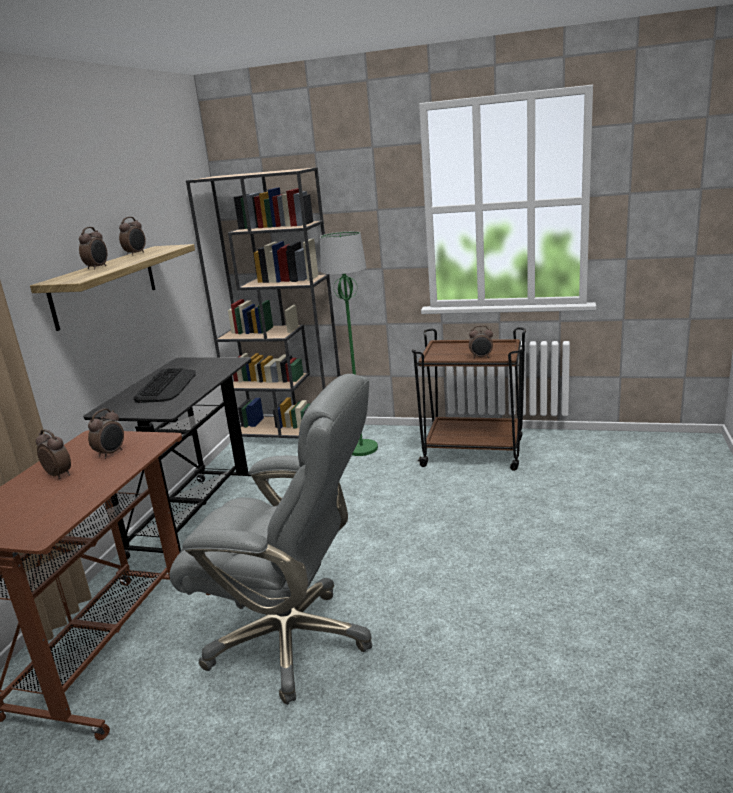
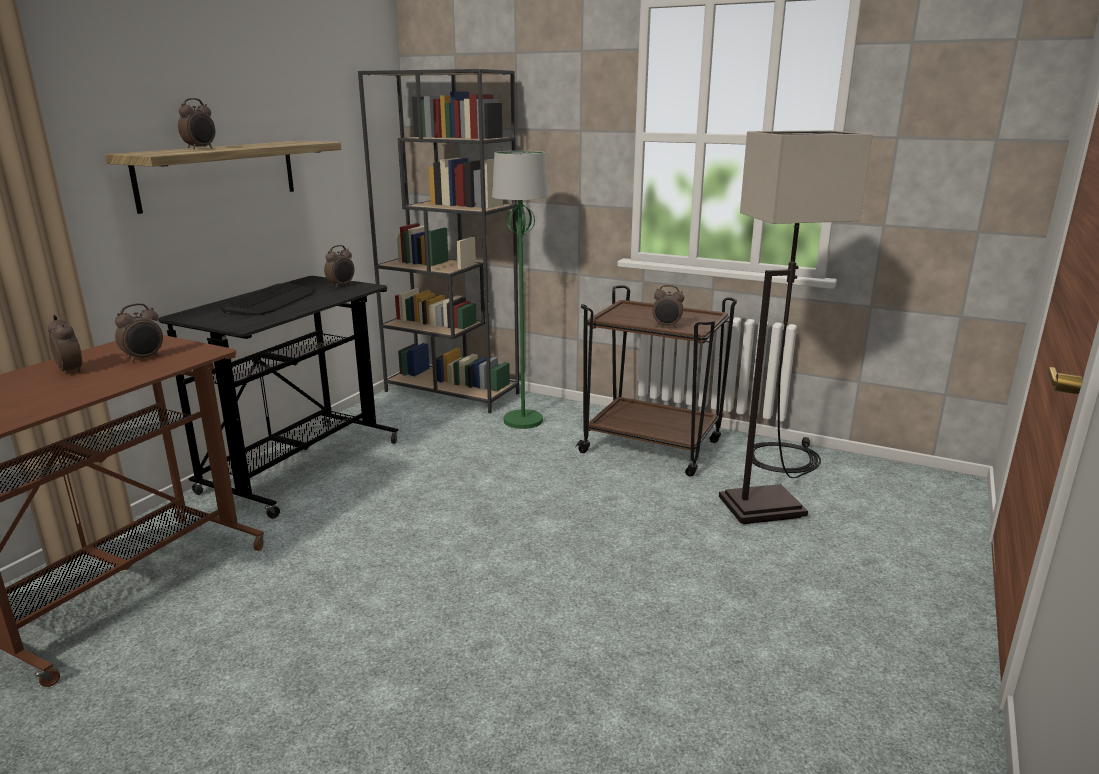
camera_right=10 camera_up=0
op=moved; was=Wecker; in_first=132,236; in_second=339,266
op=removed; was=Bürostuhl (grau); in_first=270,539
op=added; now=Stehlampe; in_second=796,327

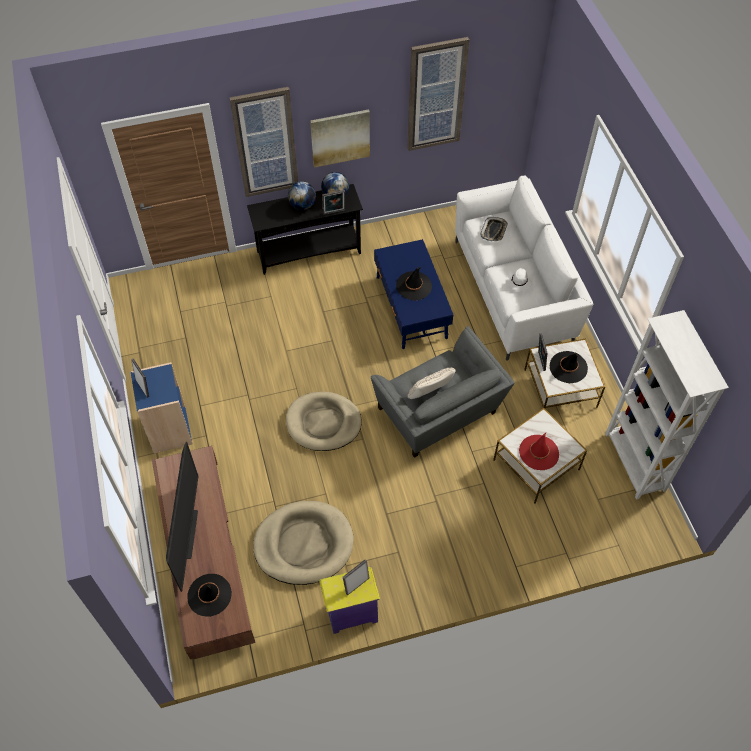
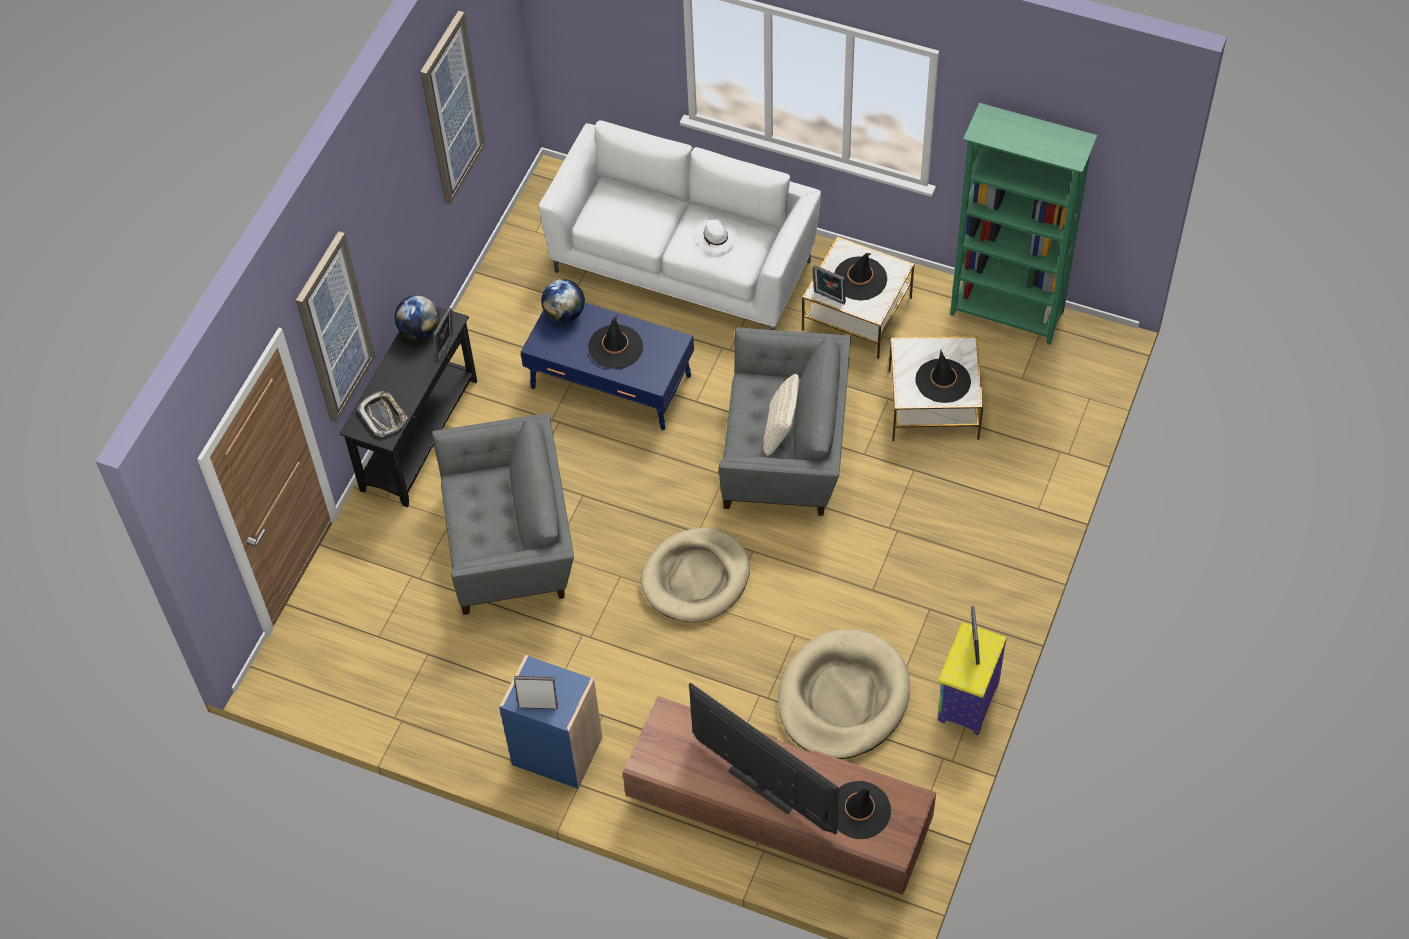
camera_right=-50 camera_up=0
op=moved; was=Globus; in_first=302,195; in_second=563,301
op=removed; was=Bild; in_first=340,138
op=moved; was=Tablett; in_first=494,229; in_second=383,414
op=recoloured; was=Hut (rot); now=Hut (schwarz); in_first=539,451; in_second=943,376
op=recoloured; was=Bücherregal (weiß); now=Bücherregal (grün); in_first=667,405; in_second=1024,224
op=added; now=Sessel (grau); in_second=503,514

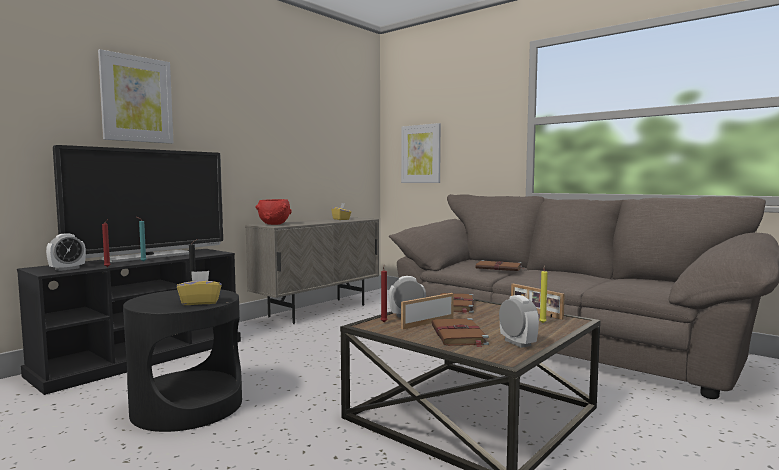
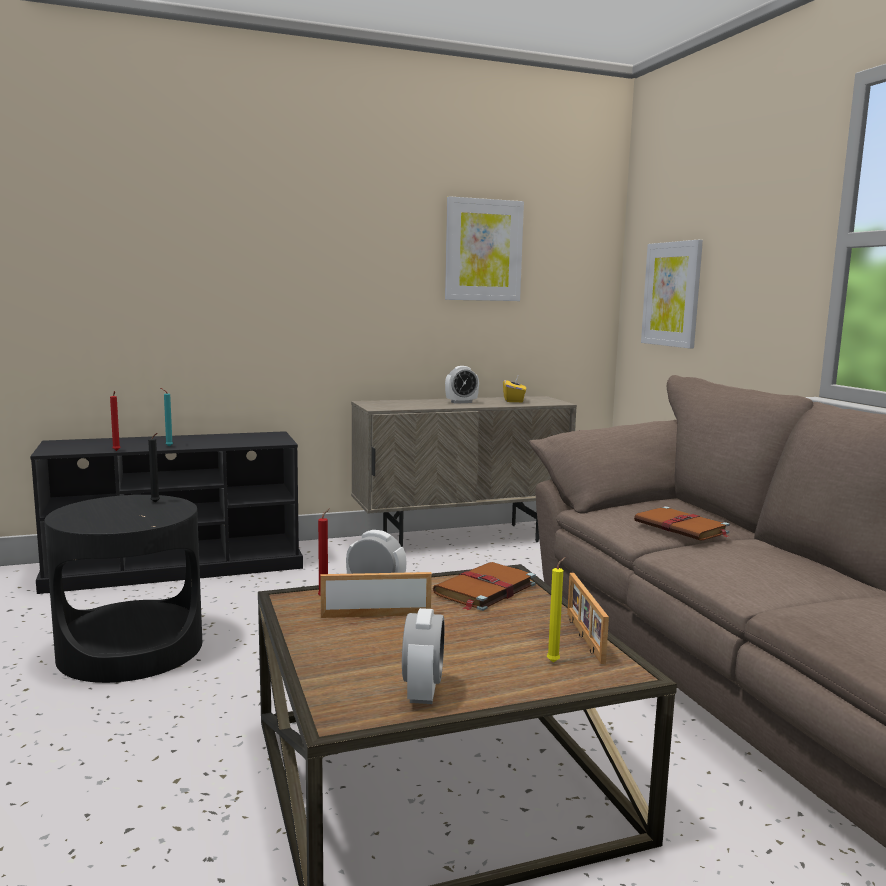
camera_right=30 camera_up=5
op=moved; was=Wecker; in_first=66,252; in_second=462,385
op=removed; was=Fernseher; in_first=138,204
op=moved; was=Bild; in_first=135,96; in_second=484,248
op=removed; was=Taschentuchbox (gelb); in_first=199,288
op=removed; was=Schüssel (rot); in_first=274,212
op=removed; was=Buch (braun); in_first=460,332

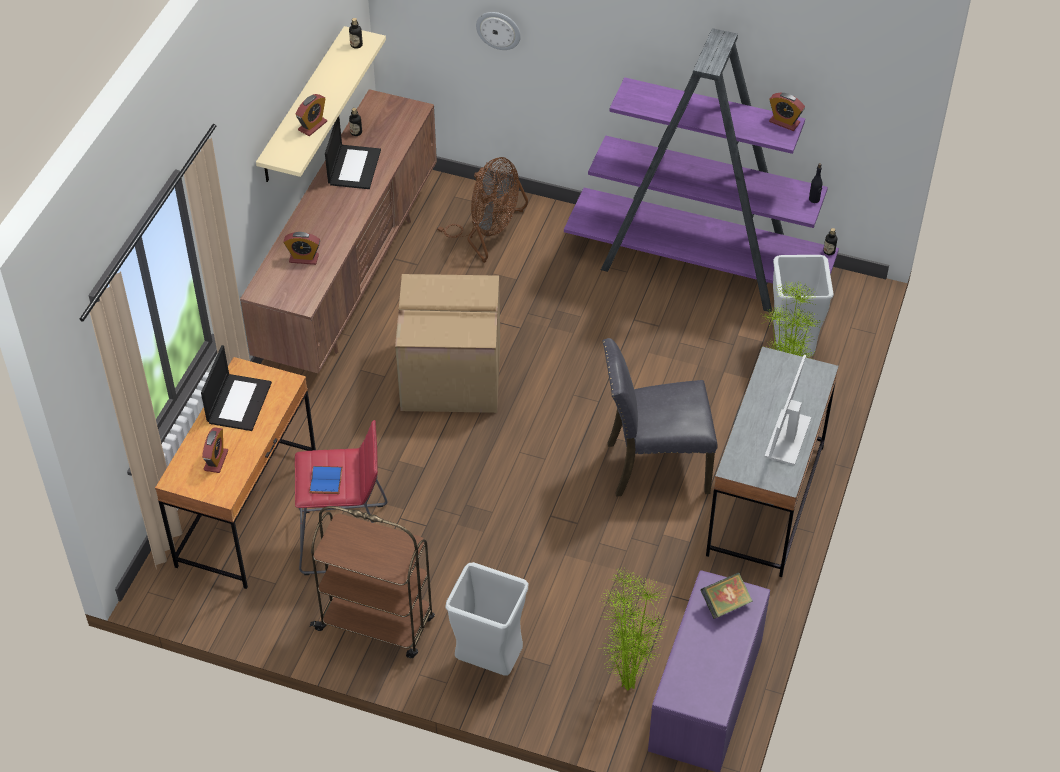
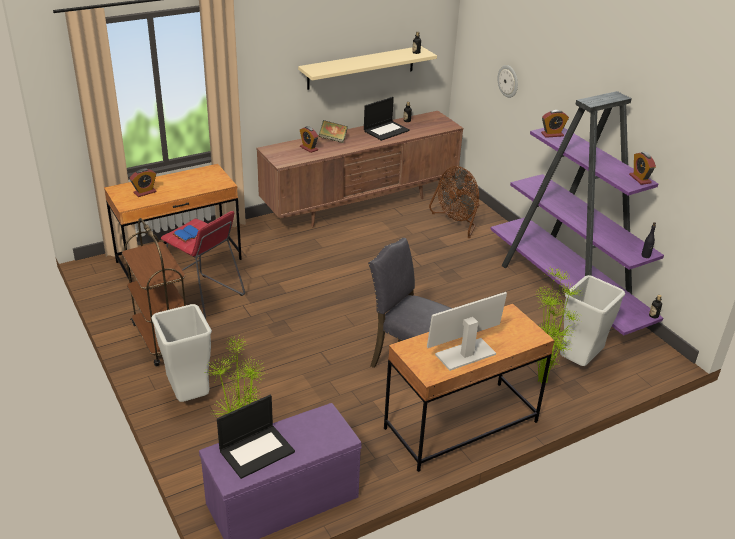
camera_right=40 camera_up=-15
op=moved; was=Laptop; in_first=236,388; in_second=256,437
op=moved; was=Wecker; in_first=311,115; in_second=555,124
op=removed; was=Karton; in_first=447,343
op=turned; was=Ventilator (braun); in_first=482,210; in_second=454,202; clockwise=75
op=moved; was=Buch; in_first=726,596; in_second=333,131
op=recoloured; was=Schreibtisch (grau); now=Schreibtisch (braun); in_first=772,462; in_second=469,388

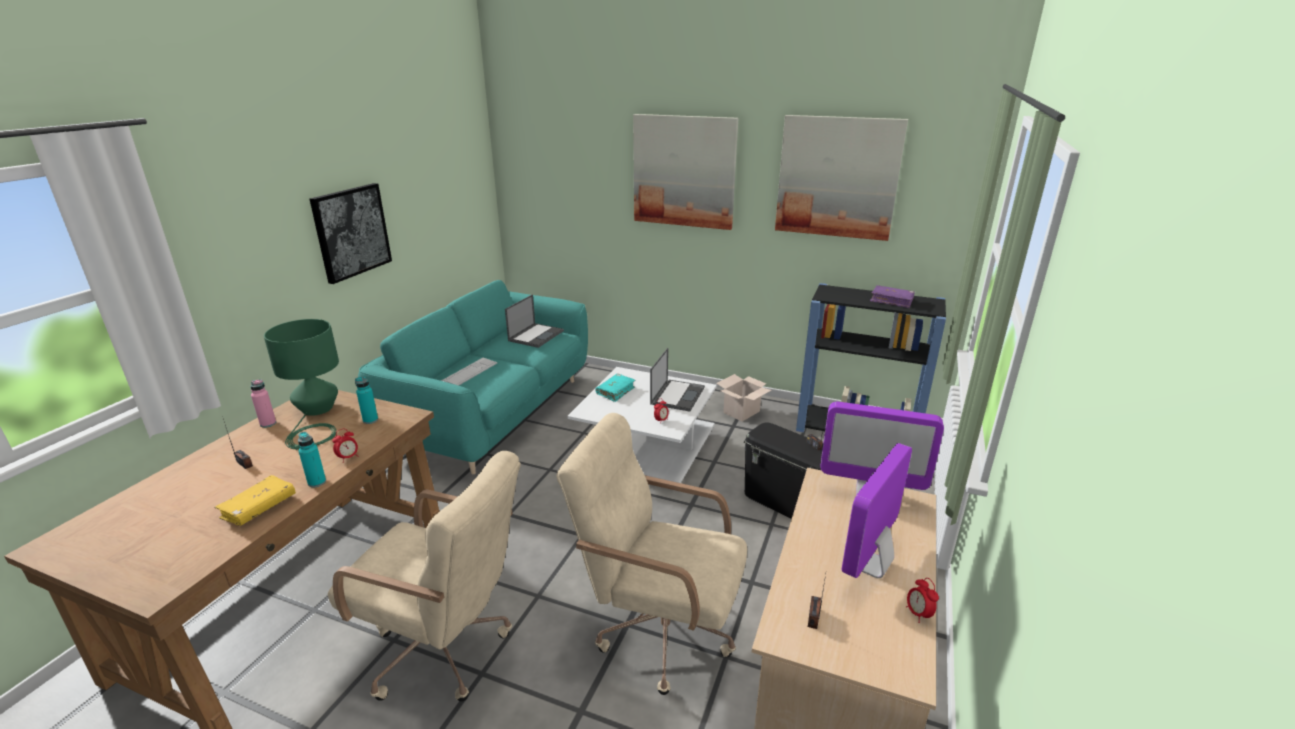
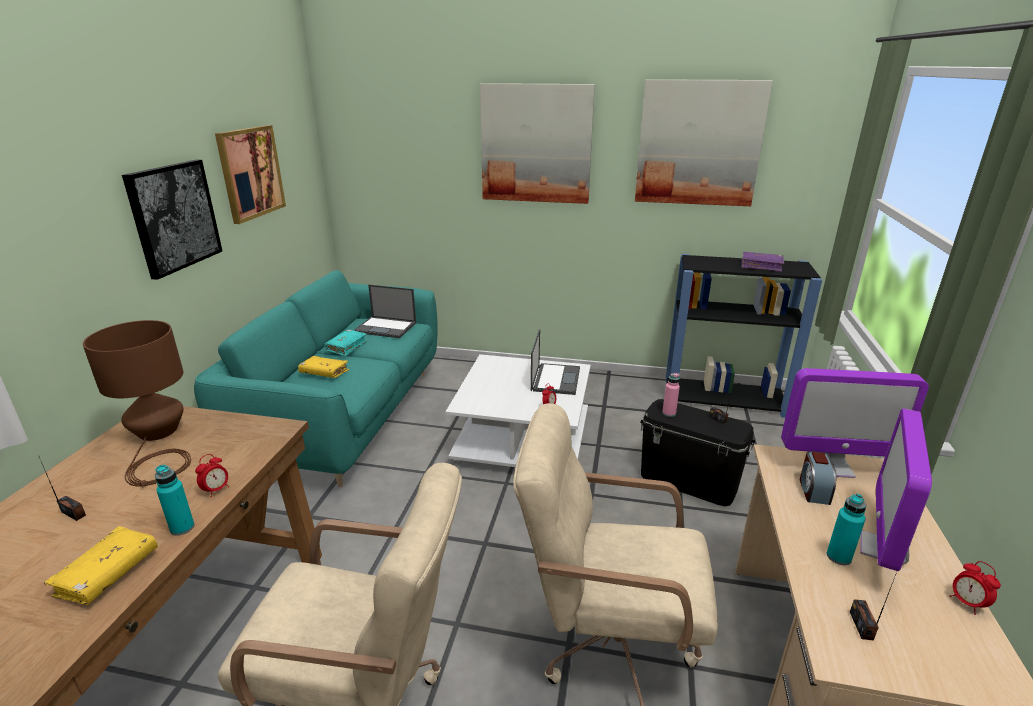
camera_right=-10 camera_up=0
op=moved; was=Flasche (rosa); in_first=263,404; in_second=671,395
op=recoloured; was=Tischlampe (grün); now=Tischlampe (braun); in_first=301,384; in_second=137,404
op=moved; was=Flasche (türkis); in_first=366,400; in_second=846,529
op=replaced; was=Tastatur; now=Buch (gelb); in_first=469,372; in_second=323,367
op=turned; was=Laptop; in_first=534,321; in_second=385,311; clockwise=90
op=moved; was=Buch (türkis); in_first=615,388; in_second=345,342
op=removed; was=Karton; in_first=743,398
op=added; now=Bild; in_second=250,174
op=added; now=Wecker; in_second=818,478

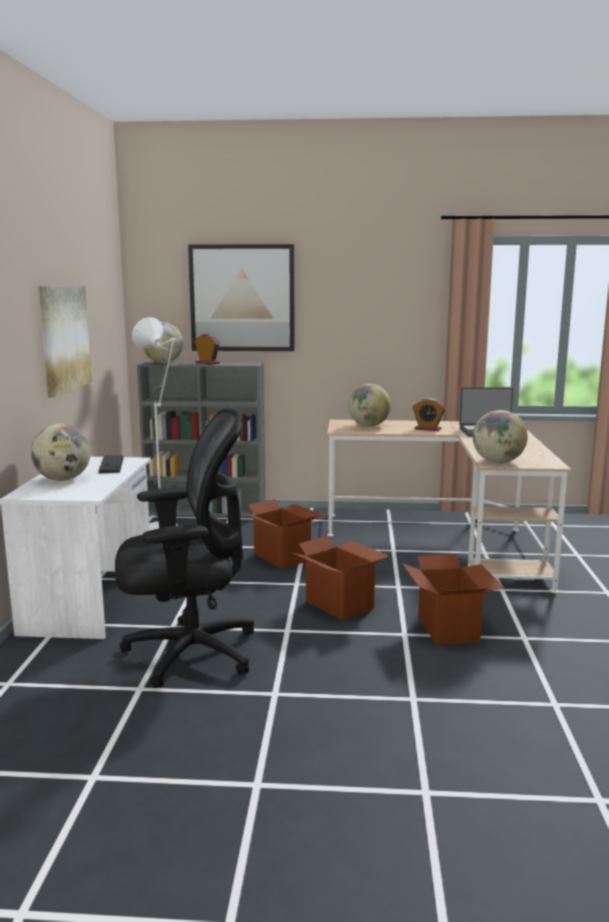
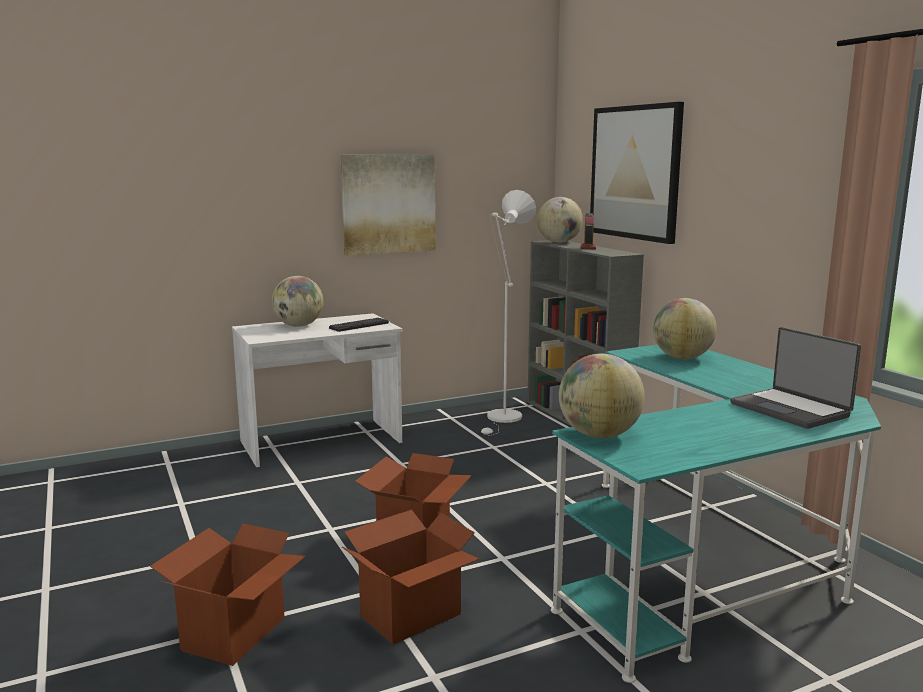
camera_right=60 camera_up=0
op=removed; was=Bürostuhl (schwarz); in_first=184,548
op=moved; was=Karton; in_first=282,534; in_second=227,594
op=recoloured; was=Schreibtisch (beige); now=Schreibtisch (türkis); in_first=449,506; in_second=716,514
op=removed; was=Wecker; in_first=429,414

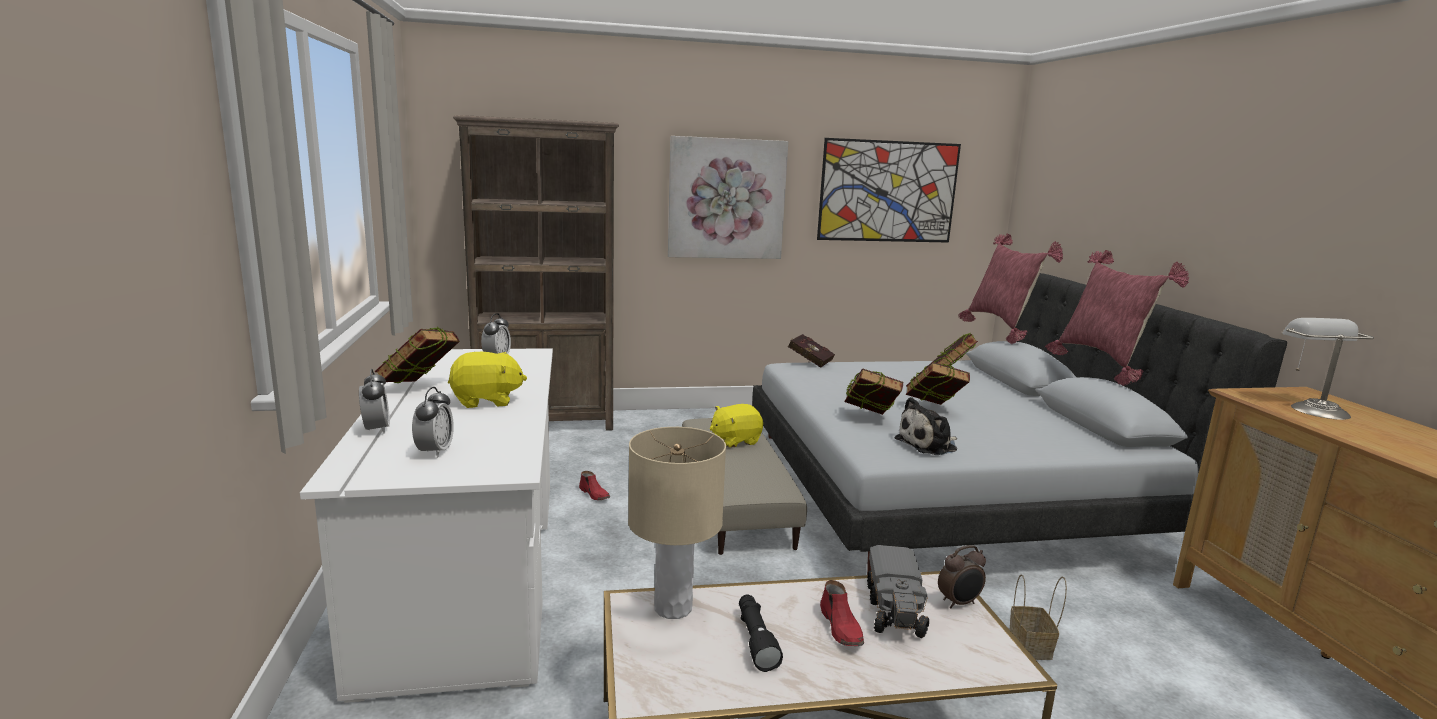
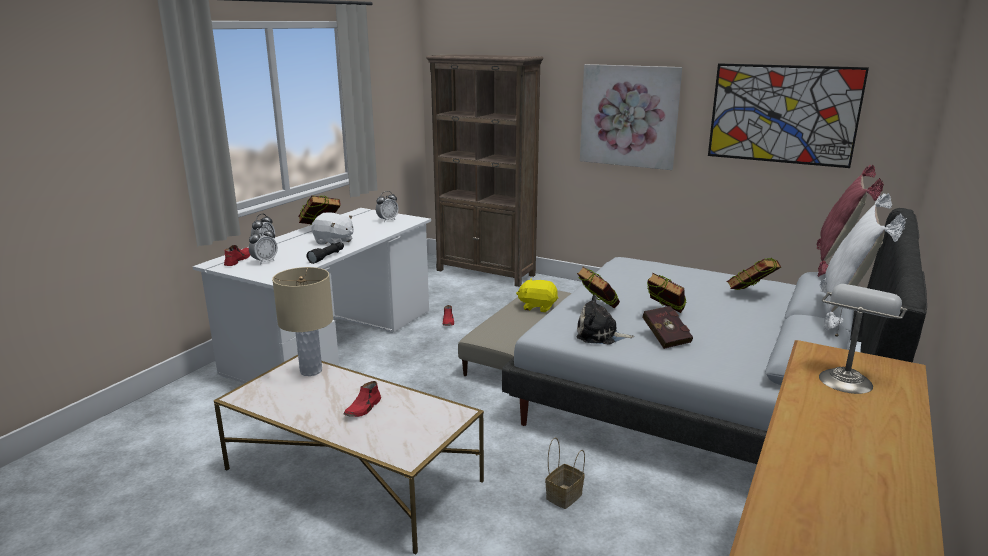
camera_right=40 camera_up=5
op=recoloured; was=Plüschtier (gelb); now=Plüschtier (weiß); in_first=487,380; in_second=332,228
op=moved; was=Taschenlampe (schwarz); in_first=761,633; in_second=325,253
op=moved; was=Buch (rot); in_first=811,351; in_second=667,327
op=removed; was=Spielzeuglaster; in_first=898,591
op=removed; was=Wecker; in_first=962,576
op=recoloured; was=Kissen (rot); now=Kissen (weiß); in_first=1117,318; in_second=863,262
op=added; now=Schuh (rot); in_second=237,255

